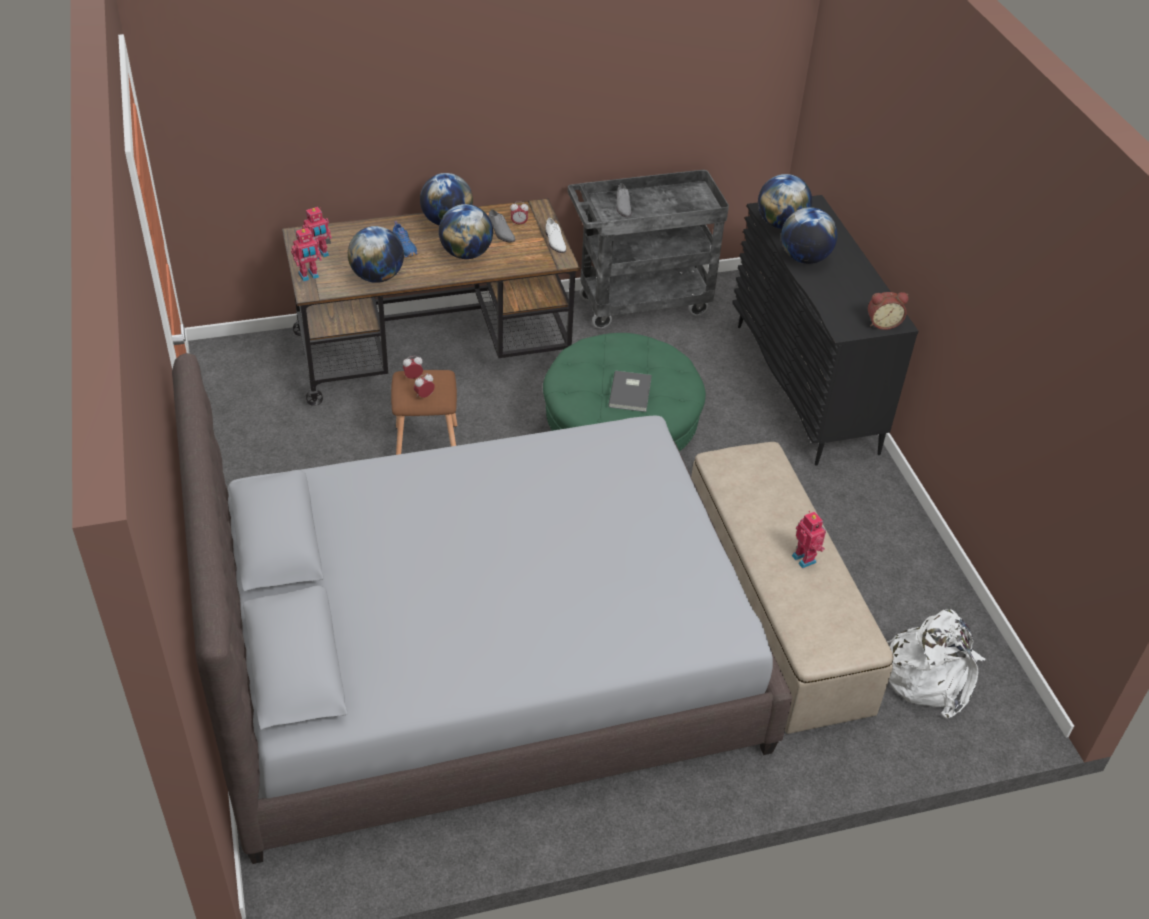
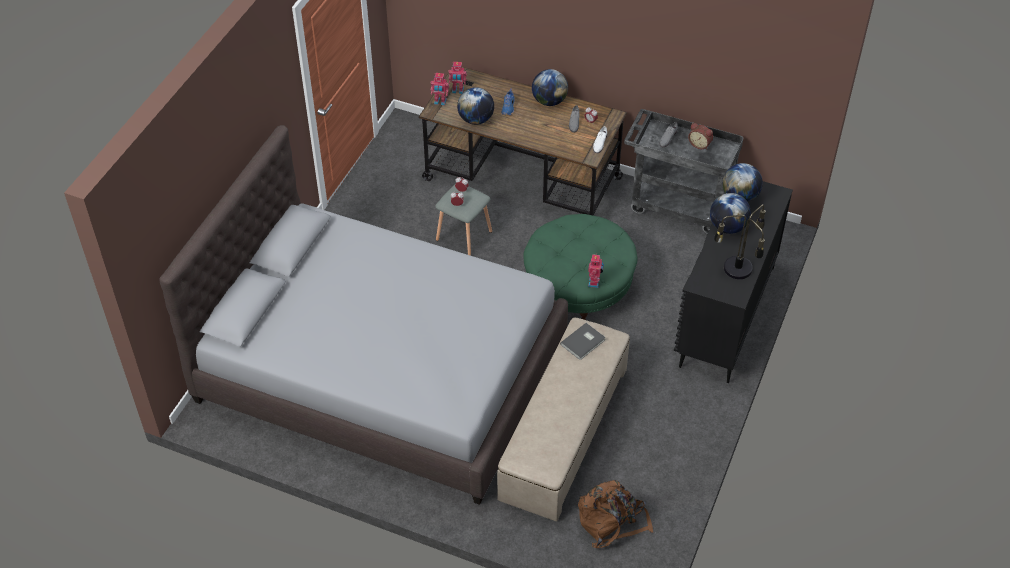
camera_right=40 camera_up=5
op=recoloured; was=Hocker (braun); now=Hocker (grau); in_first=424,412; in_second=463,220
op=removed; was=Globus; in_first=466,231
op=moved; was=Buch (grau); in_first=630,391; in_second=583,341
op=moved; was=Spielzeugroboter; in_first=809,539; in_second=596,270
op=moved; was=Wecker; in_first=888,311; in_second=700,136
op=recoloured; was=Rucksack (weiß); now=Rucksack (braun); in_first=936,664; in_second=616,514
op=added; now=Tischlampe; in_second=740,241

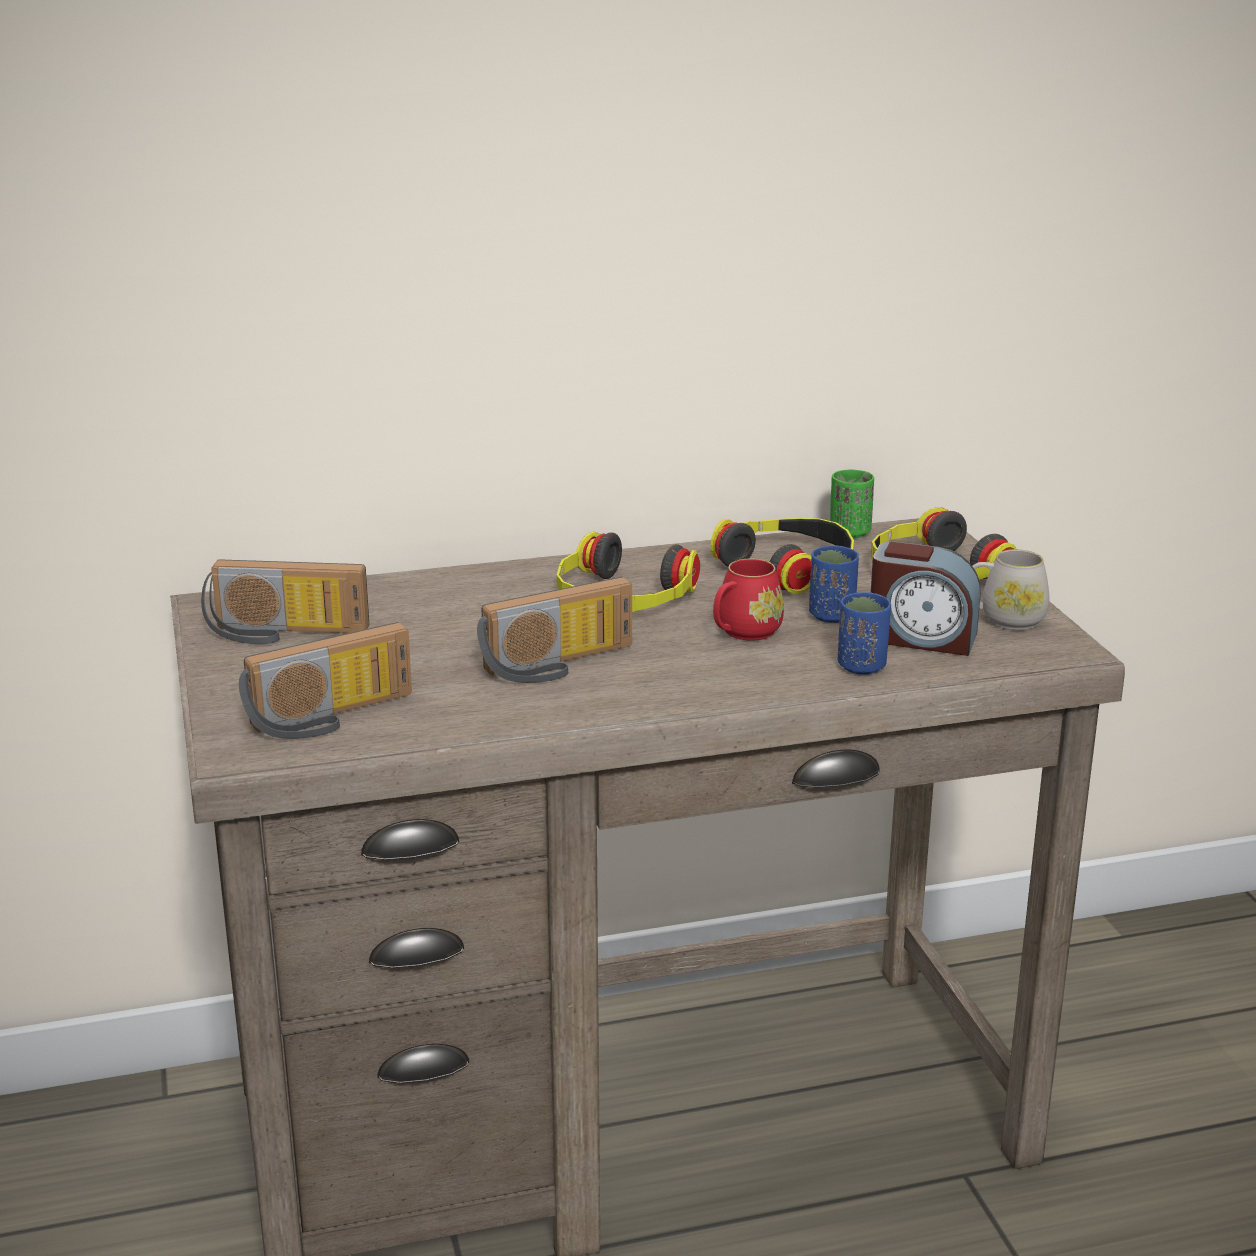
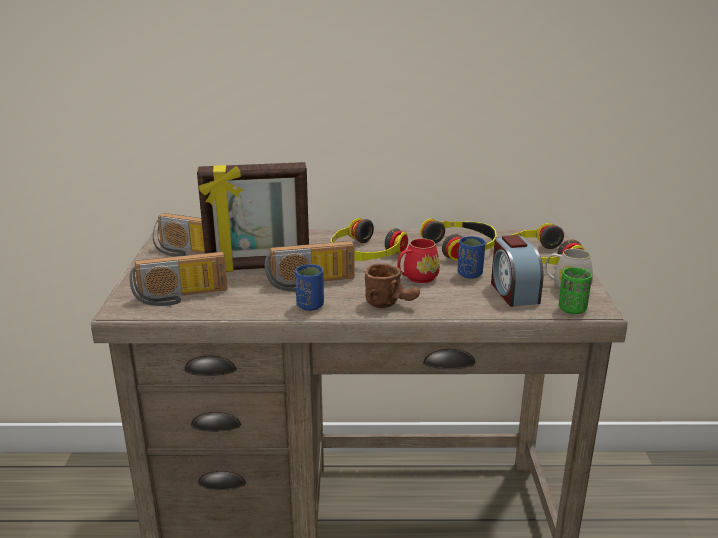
camera_right=15 camera_up=0
op=moved; was=Tasse (grün); in_first=852,503; in_second=575,291
op=moved; was=Tasse (blau); in_first=864,633; in_second=309,287
op=turned; was=Wecker; in_first=926,598; in_second=517,271; clockwise=45
op=added; now=Bilderrahmen; in_second=253,217
op=added; now=Henkelbecher (braun); in_second=392,285

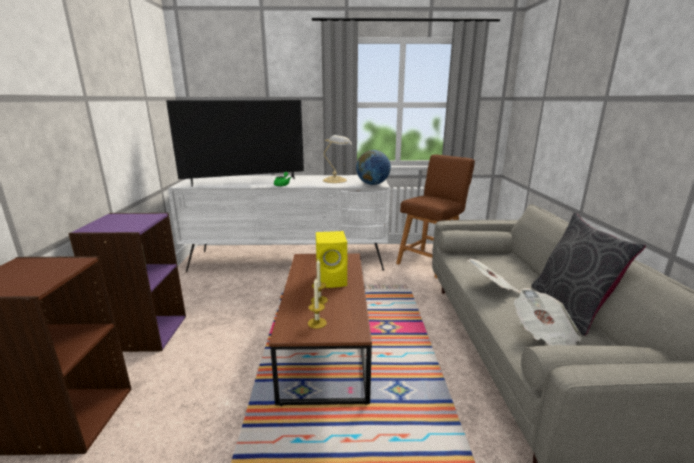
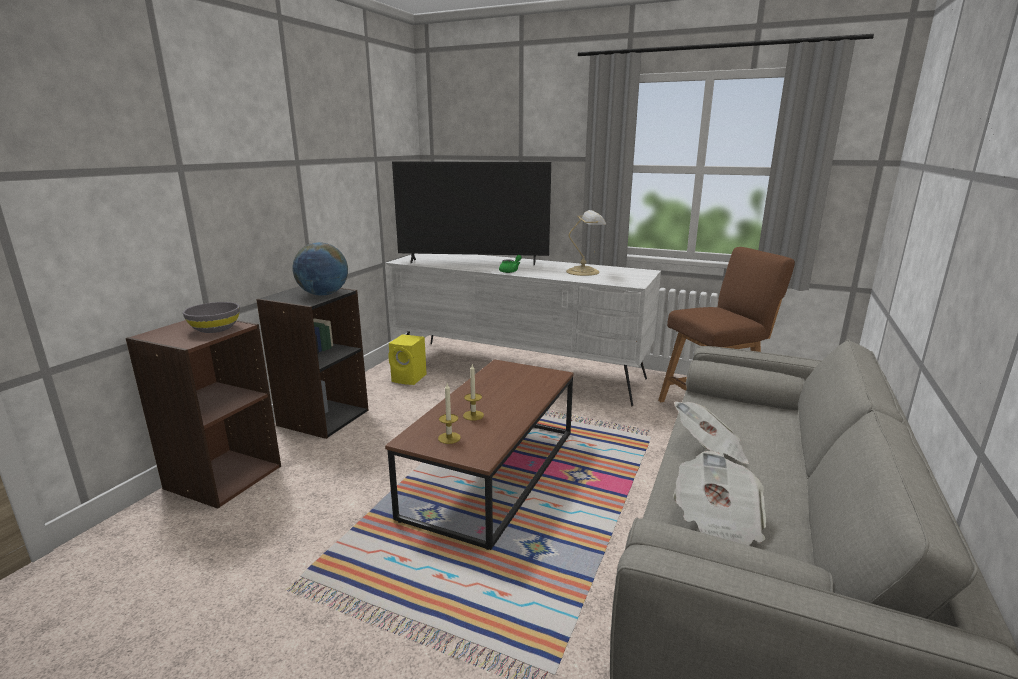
camera_right=25 camera_up=0
op=recoloured; was=Bücherregal (lila); now=Bücherregal (schwarz); in_first=127,282; in_second=312,362
op=moved; was=Lautsprecher (gelb); in_first=332,259; in_second=407,359
op=moved; was=Globus; in_first=373,167; in_second=320,269
op=removed; was=Kissen (grau); in_first=588,274
op=added; now=Schüssel (grau); in_second=211,317

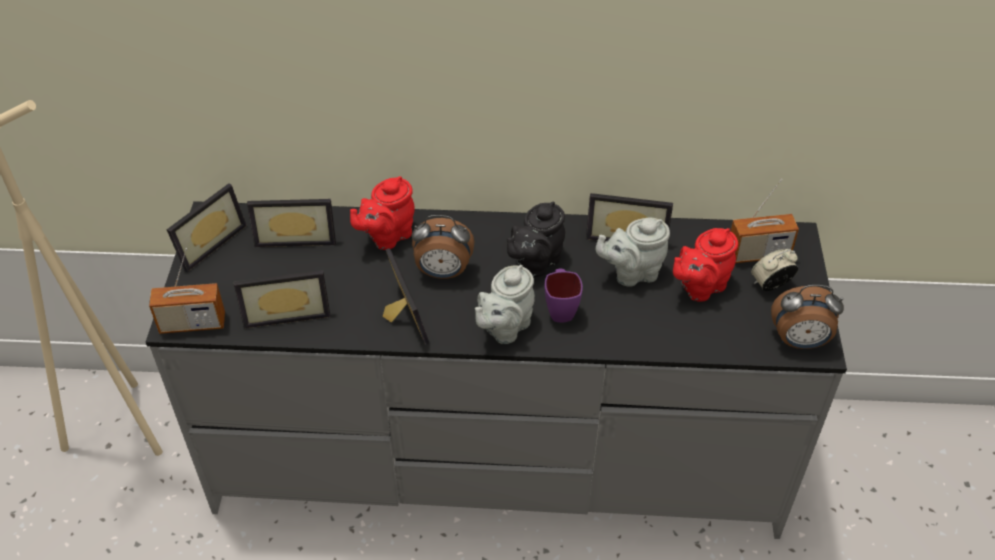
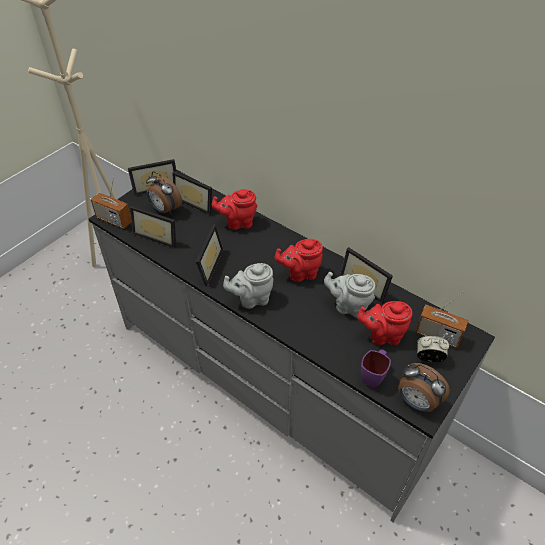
camera_right=35 camera_up=0
op=moved; was=Wecker; in_first=443,247; in_second=164,192
op=recoloured; was=Teekanne (schwarz); now=Teekanne (rot); in_first=536,239; in_second=299,260
op=moved; was=Henkelbecher (lila); in_first=564,295; in_second=376,369

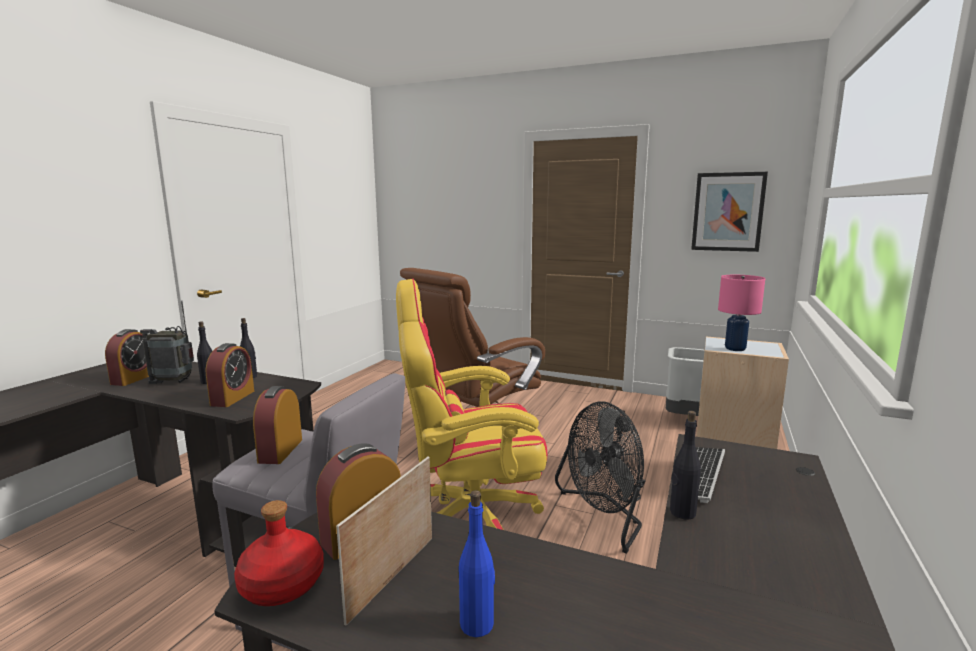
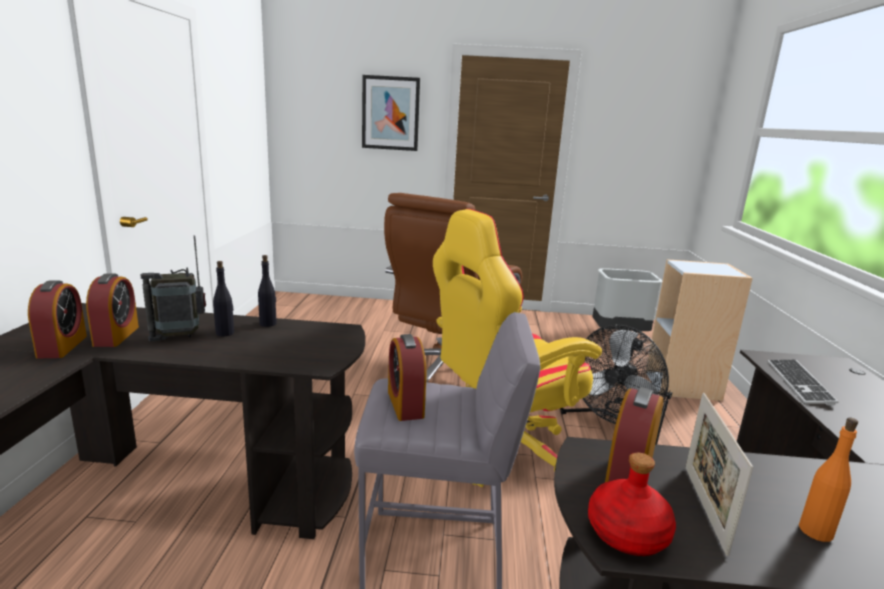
camera_right=-20 camera_up=5
op=moved; was=Wecker; in_first=230,375; in_second=57,319
op=recoloured; was=Flasche (blau); now=Flasche (orange); in_first=477,563; in_second=828,479
op=removed; was=Flasche (schwarz); in_first=685,465
op=moved; was=Bild; in_first=729,212; in_second=391,113
op=removed; was=Tischlampe (rosa); in_first=741,313

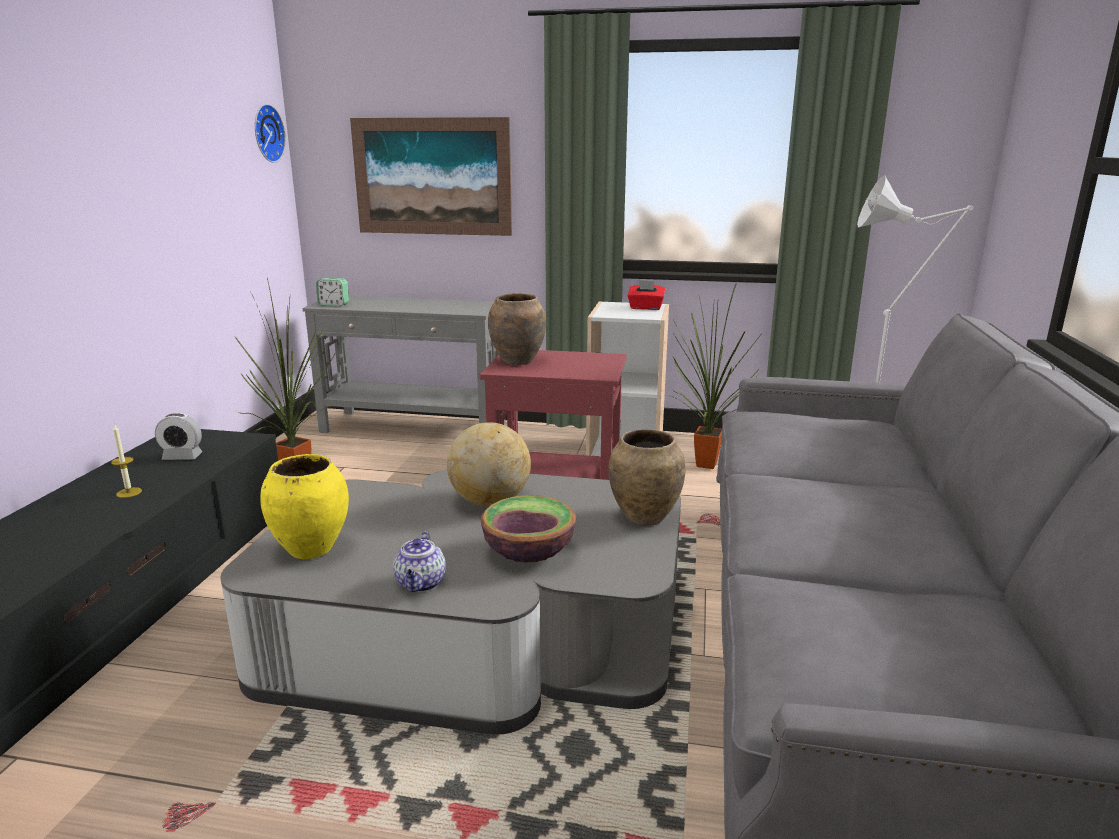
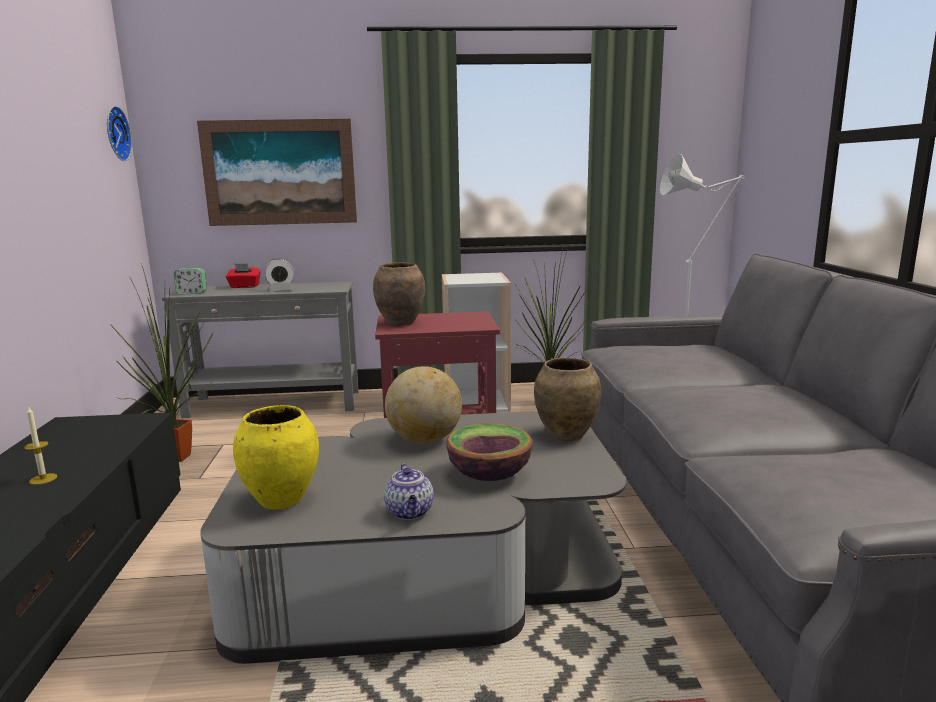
camera_right=-15 camera_up=-5
op=moved; was=Wecker; in_first=178,436; in_second=279,275
op=moved; was=Taschentuchbox (rot); in_first=647,295; in_second=243,276

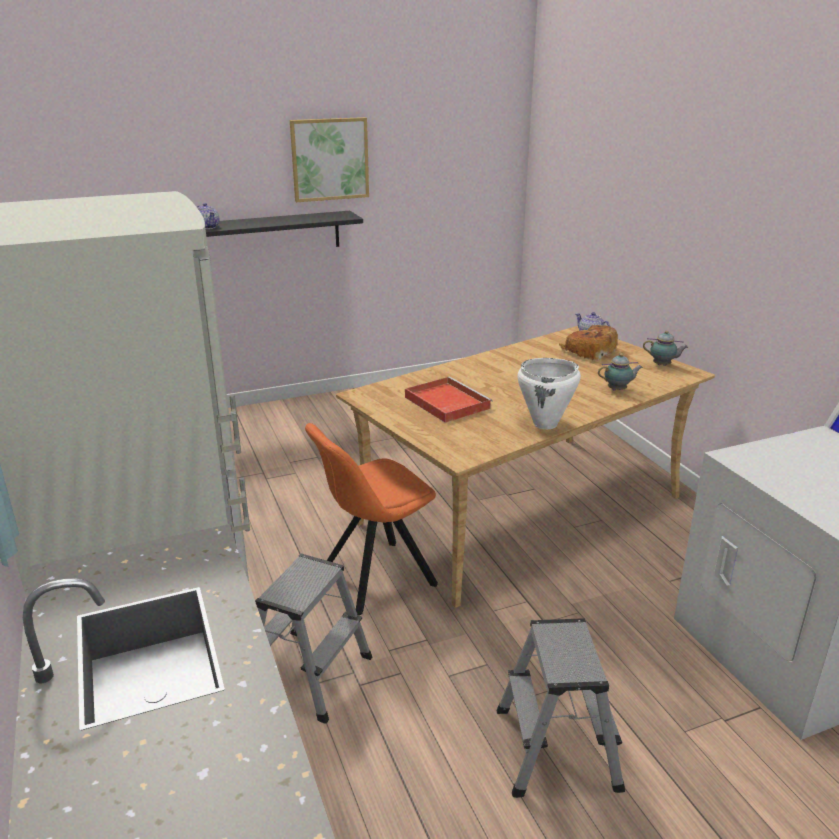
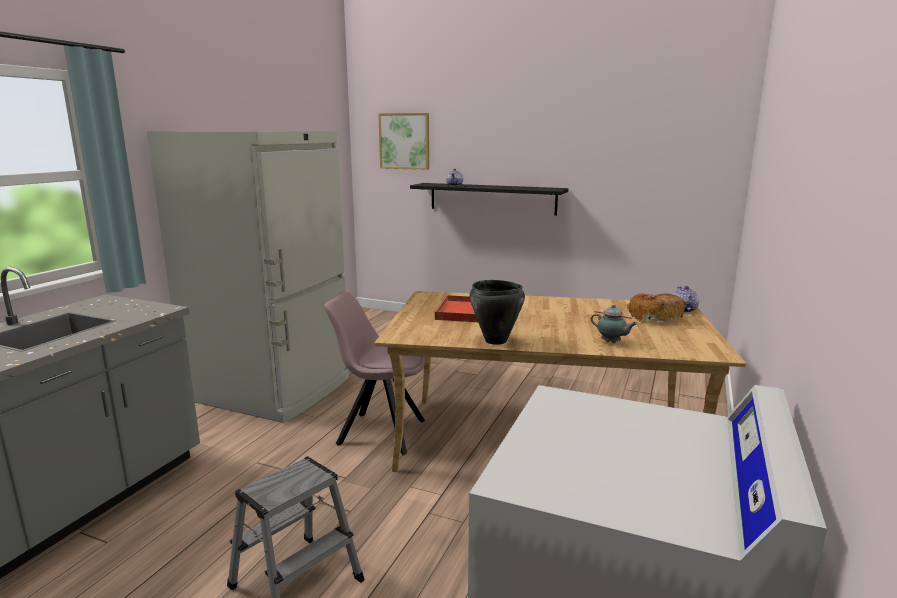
camera_right=45 camera_up=-10
op=removed; was=Trittleiter (grau); in_first=313,639
op=moved; was=Bild; in_first=329,159; in_second=403,141
op=recoloured; was=Stuhl (orange); now=Stuhl (rosa); in_first=371,519; in_second=374,373
op=recoloured; was=Kochtopf (weiß); now=Kochtopf (schwarz); in_first=549,393; in_second=497,312
op=removed; was=Teekanne; in_first=665,348

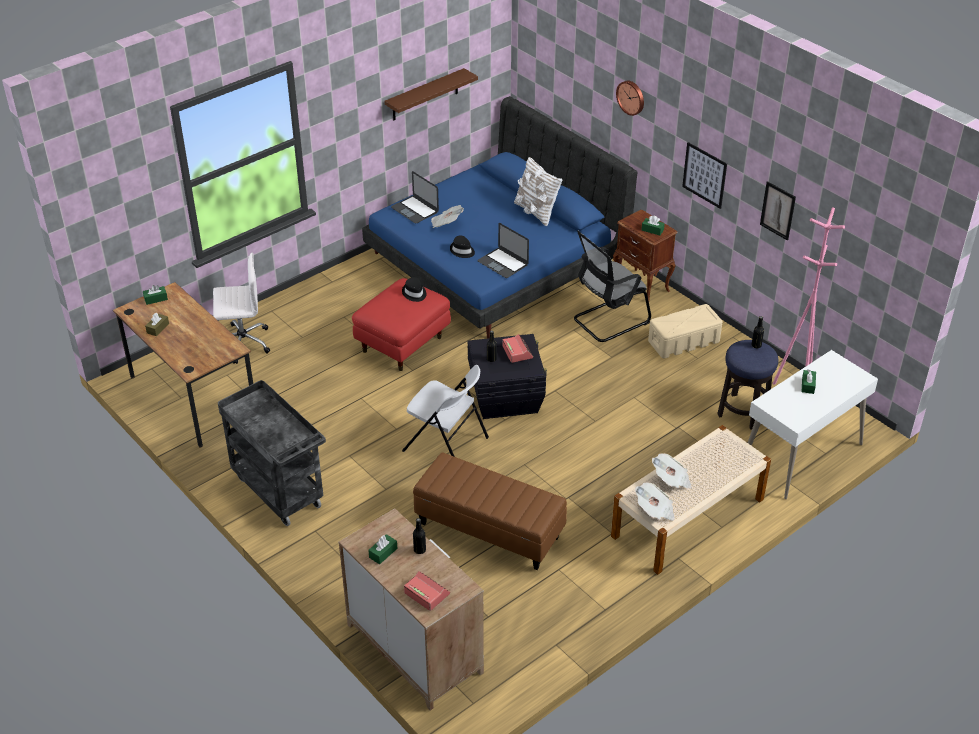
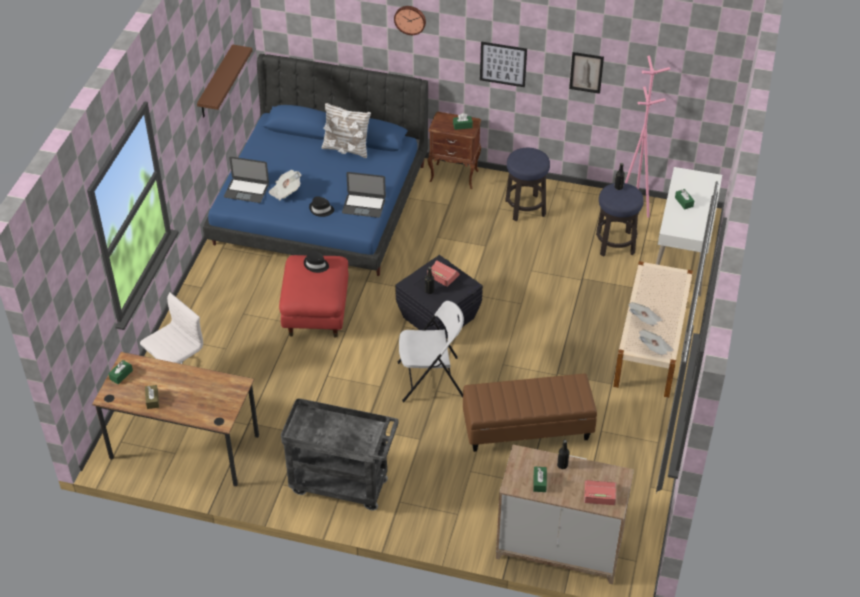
camera_right=-35 camera_up=5
op=removed; was=Stuhl; in_first=612,286
op=replaced; was=Aufbewahrungsbox (beige); now=Hocker; in_first=685,331; in_second=527,184

